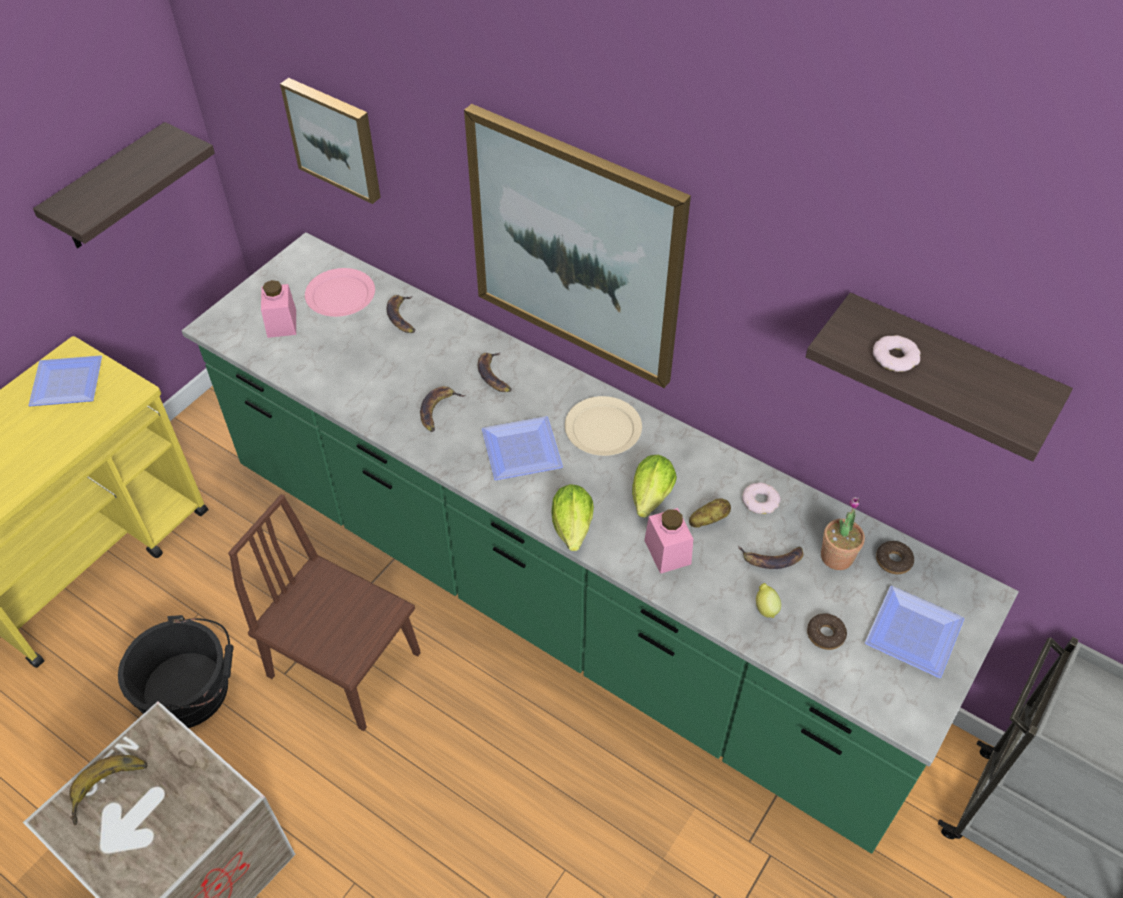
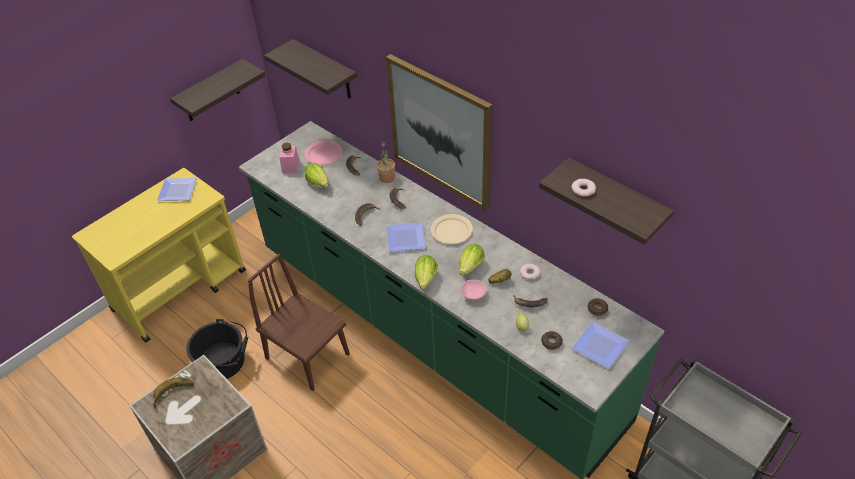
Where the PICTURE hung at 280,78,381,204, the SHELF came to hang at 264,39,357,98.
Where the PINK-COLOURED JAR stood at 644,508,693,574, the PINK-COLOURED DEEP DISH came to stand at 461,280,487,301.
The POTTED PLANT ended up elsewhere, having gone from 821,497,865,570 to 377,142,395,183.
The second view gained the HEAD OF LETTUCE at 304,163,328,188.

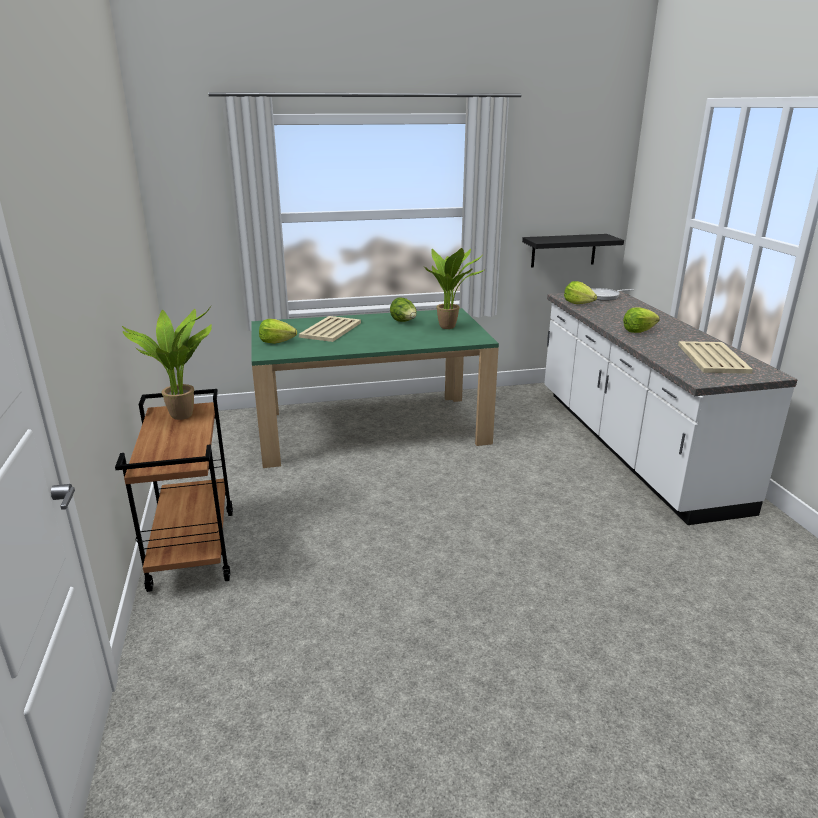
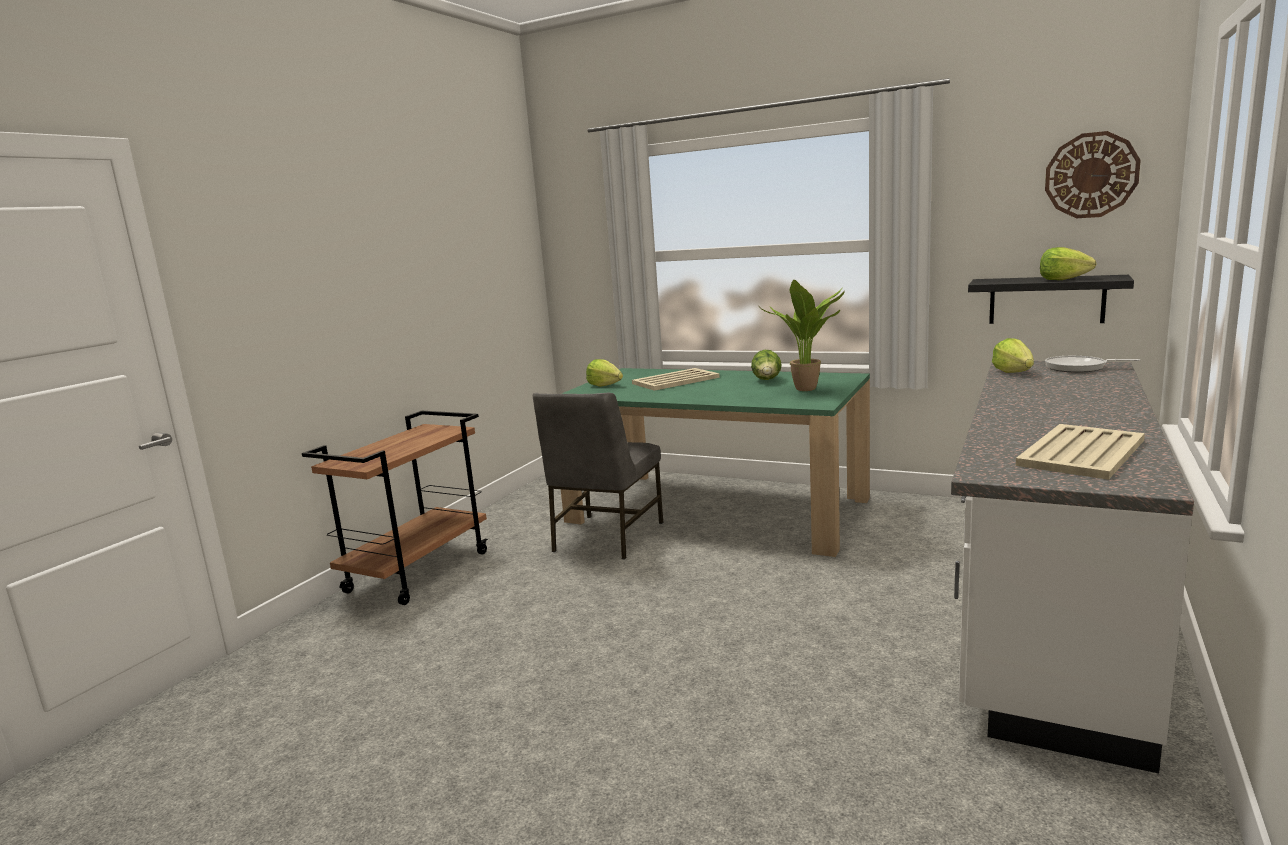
The second view lost the POTTED PLANT at 122,306,212,420.
The HEAD OF LETTUCE ended up elsewhere, having gone from 623,308,660,333 to 1040,247,1096,280.
The second view gained the GREY PLAIN CHAIR at 533,393,663,559.
The second view gained the HANGING CLOCK at 1045,131,1141,218.

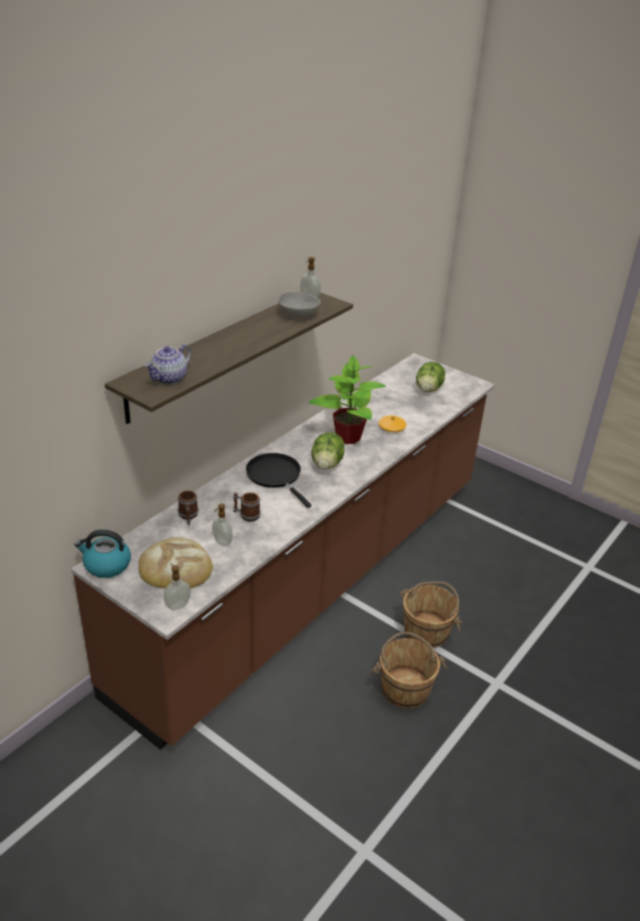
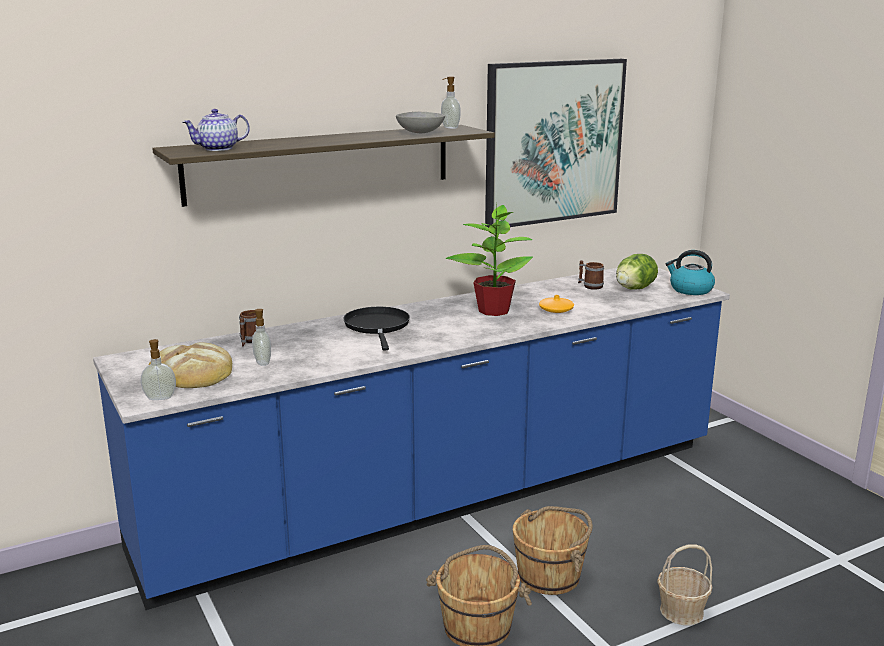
What was the BROWNISH COUNTER at 71,353,495,750 turned into the BLUISH COUNTER at 93,268,730,610.
The TEA KETTLE ended up elsewhere, having gone from 74,530,131,578 to 666,250,715,295.
The COFFEE MUG ended up elsewhere, having gone from 233,492,261,522 to 578,260,604,290.
The second view lost the HEAD OF LETTUCE at 311,432,344,470.
The second view gained the PICTURE at 485,59,627,228.
The second view gained the HOUSEHOLD BASKET at 657,545,712,625.

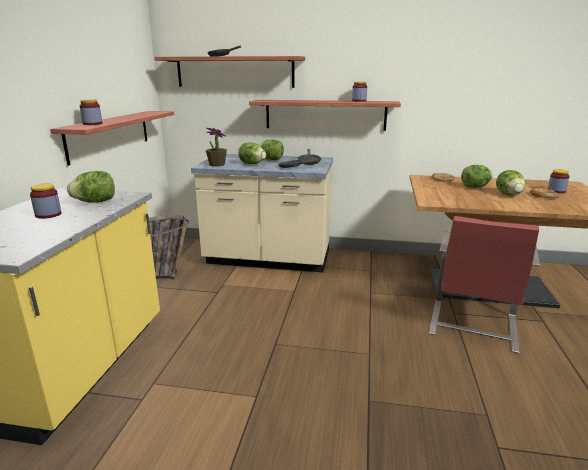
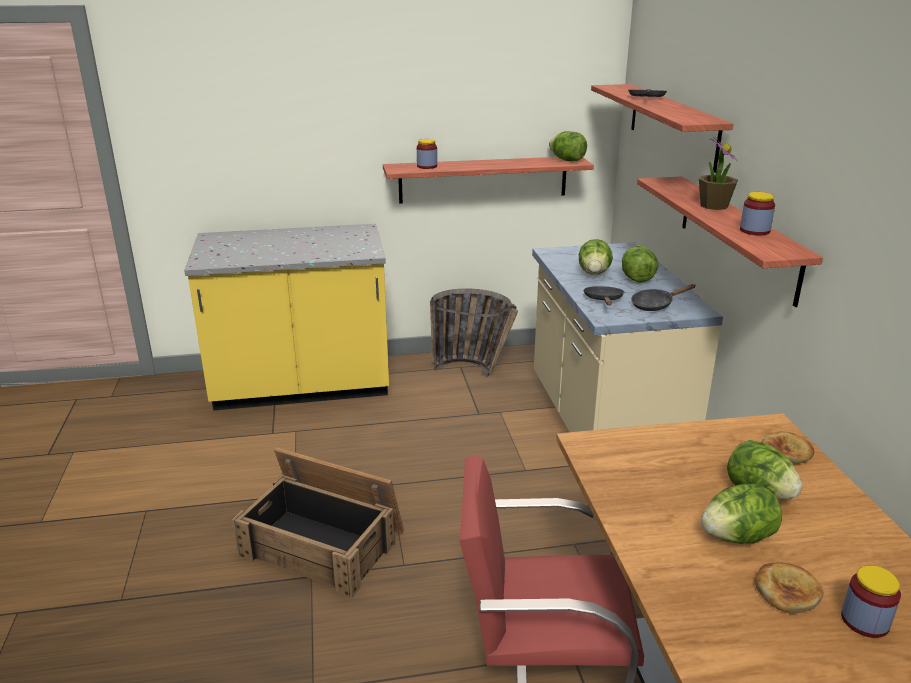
The second view lost the JAR at 30,183,61,219.
The HEAD OF LETTUCE ended up elsewhere, having gone from 67,171,115,203 to 549,131,587,161.
The POTTED PLANT ended up elsewhere, having gone from 206,128,227,167 to 699,138,738,210.
The second view gained the PACKING CRATE at 232,447,404,597.

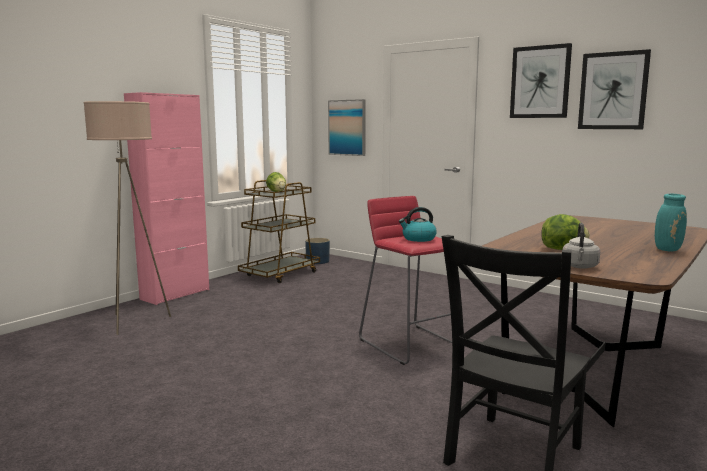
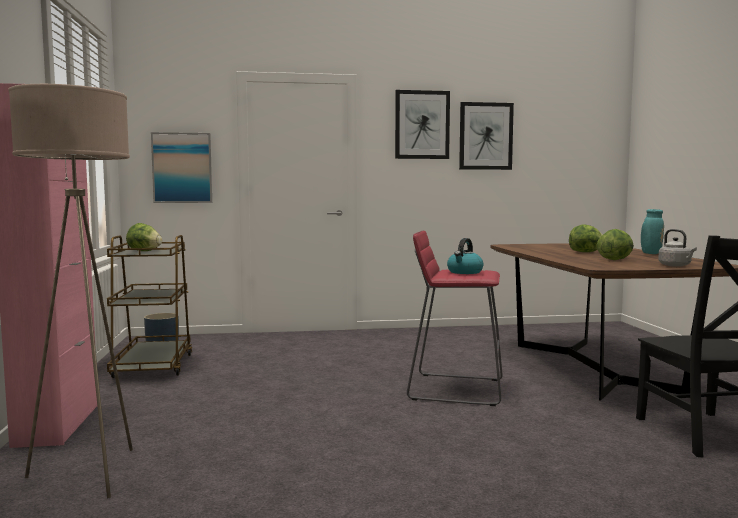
The second view gained the HEAD OF LETTUCE at 569,225,603,252.

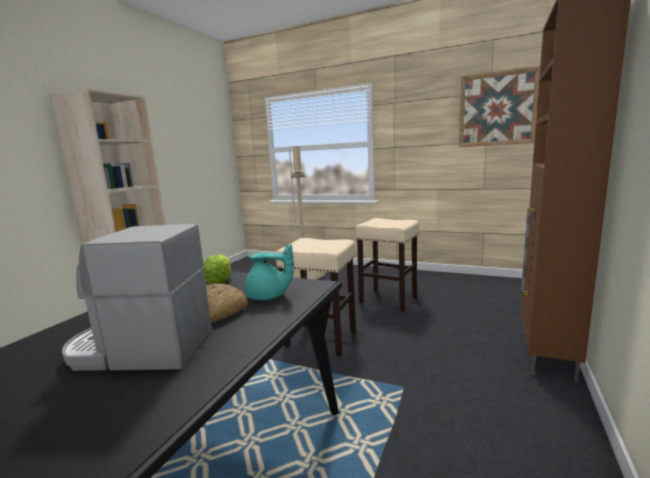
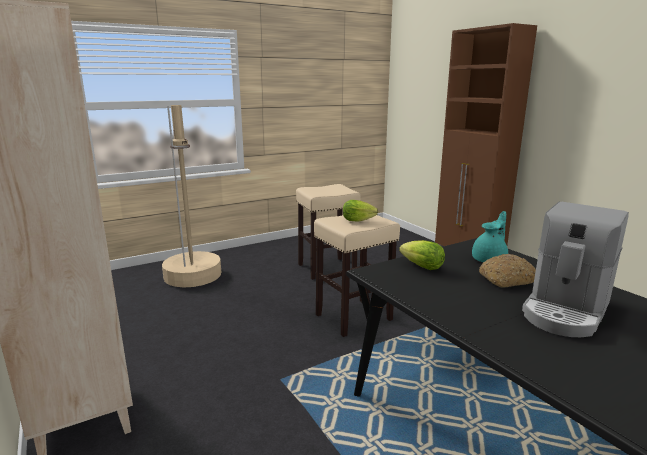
The second view lost the PICTURE at 459,66,540,147.
The second view gained the HEAD OF LETTUCE at 343,200,378,222.

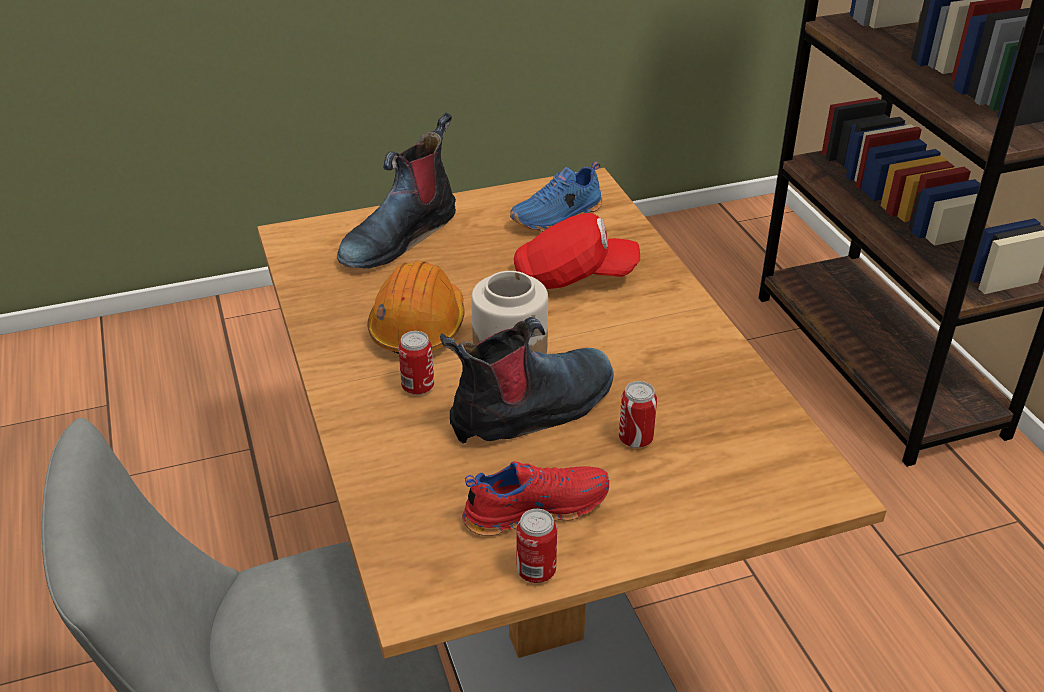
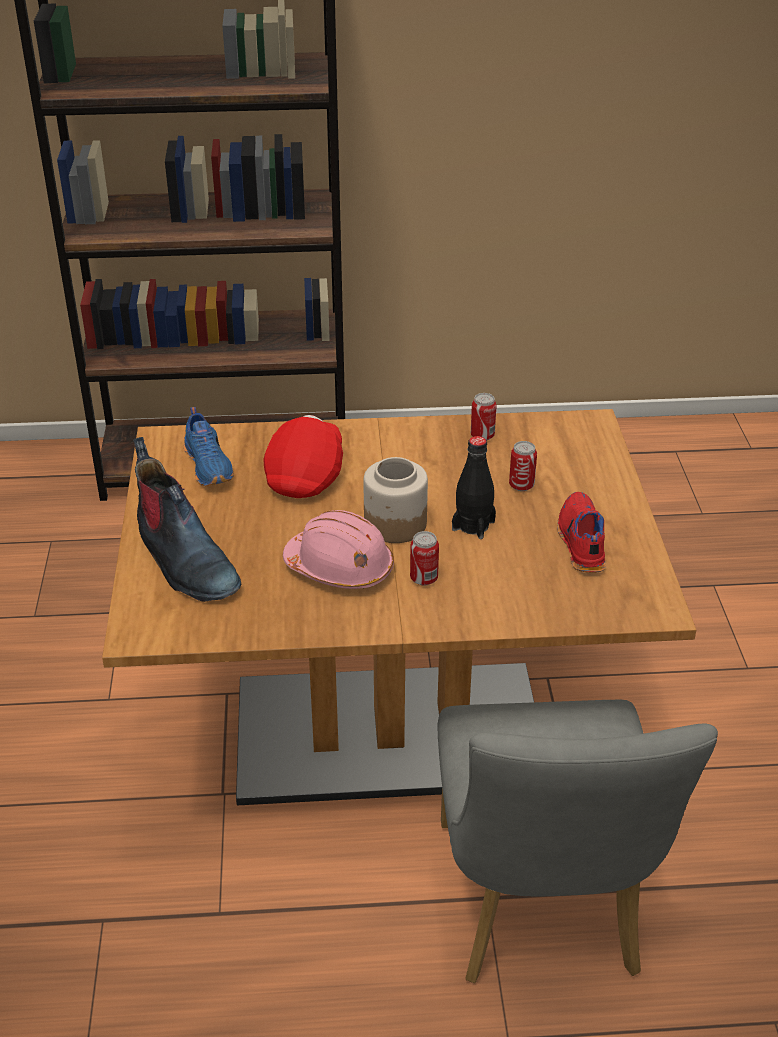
What was the ORANGE-COLOURED SAFETY HELMET at 367,261,465,354 turned into the PINK-COLOURED SAFETY HELMET at 283,510,394,589.
Where the HIGH-TOP BOOT stood at 440,317,613,444, the BLACK BEVERAGE BOTTLE came to stand at 452,436,496,539.
The CAN ended up elsewhere, having gone from 516,509,557,583 to 471,393,497,440.

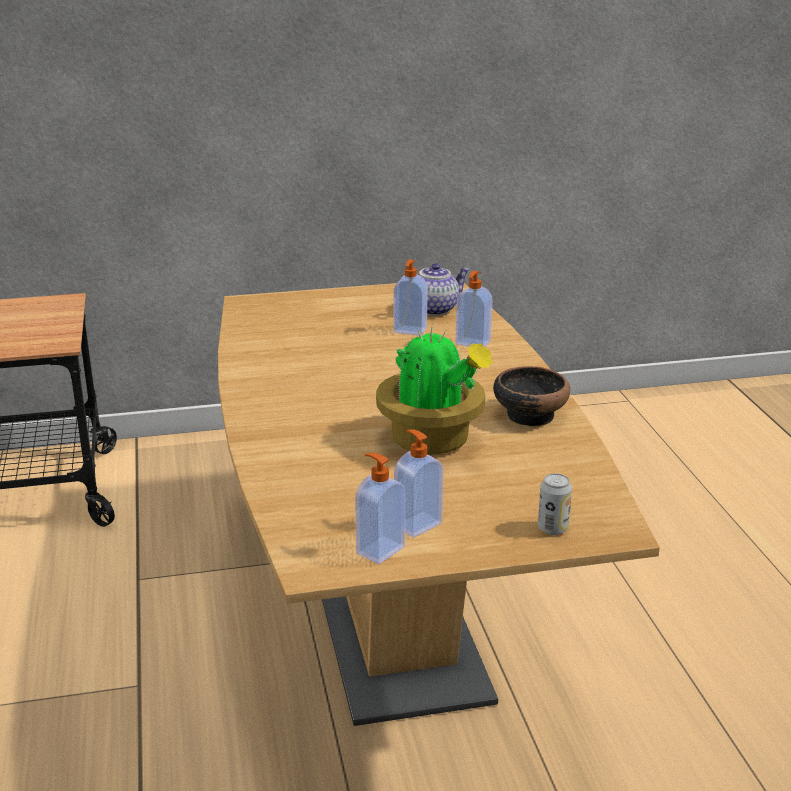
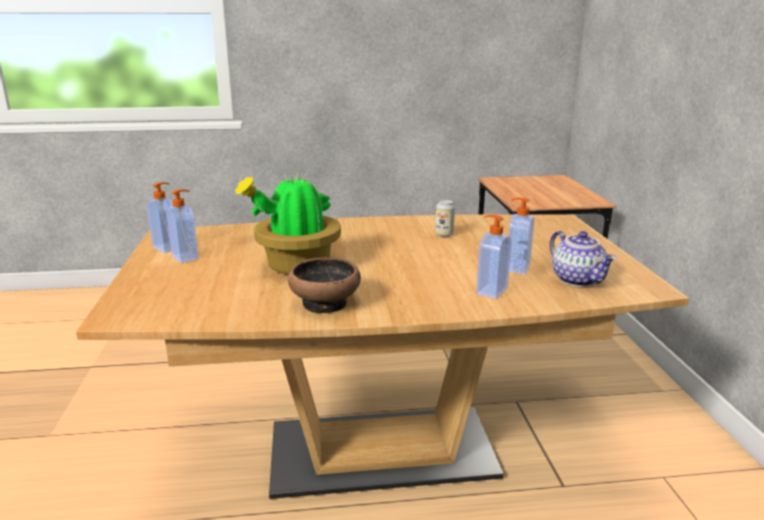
The CAN ended up elsewhere, having gone from 538,473,572,535 to 435,200,455,237.

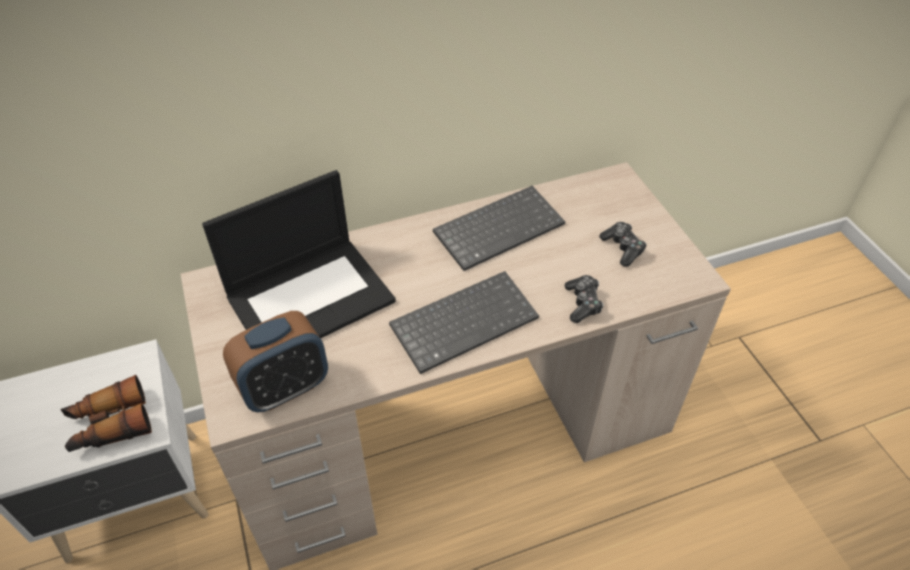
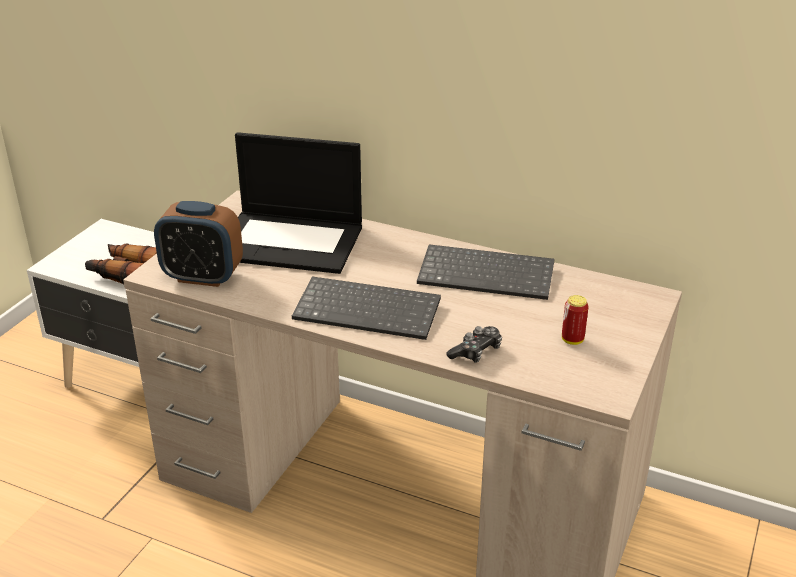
Where the GAMEPAD stood at 599,222,647,267, the CAN came to stand at 562,295,589,345.

